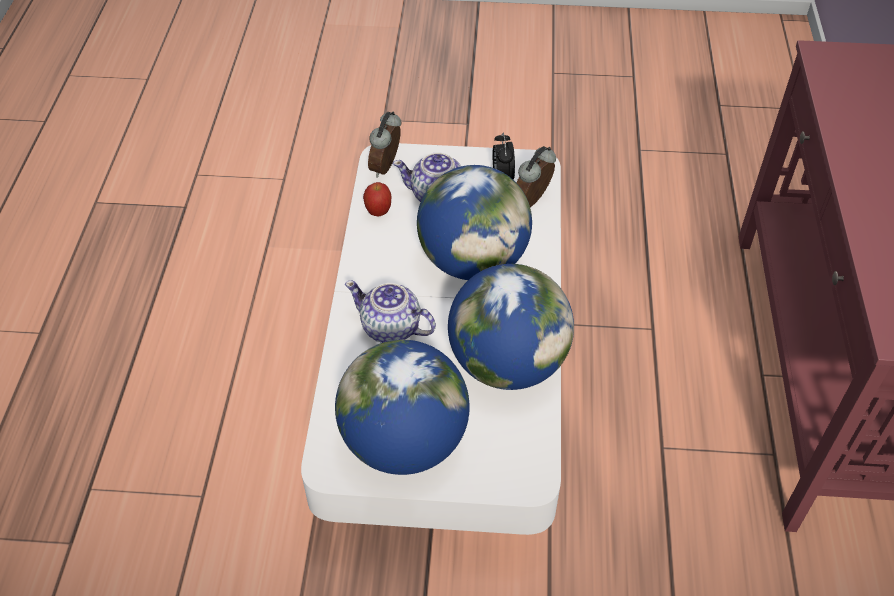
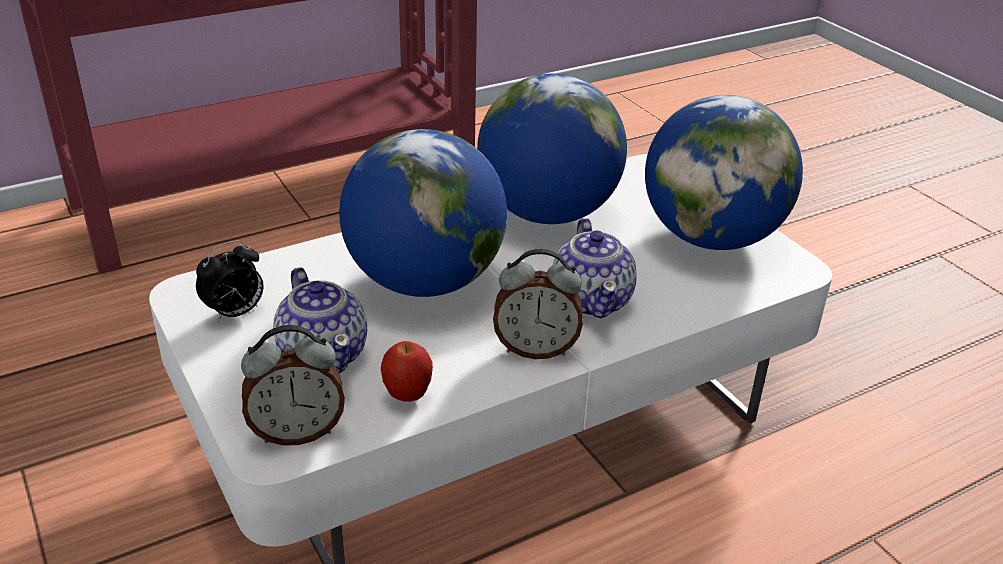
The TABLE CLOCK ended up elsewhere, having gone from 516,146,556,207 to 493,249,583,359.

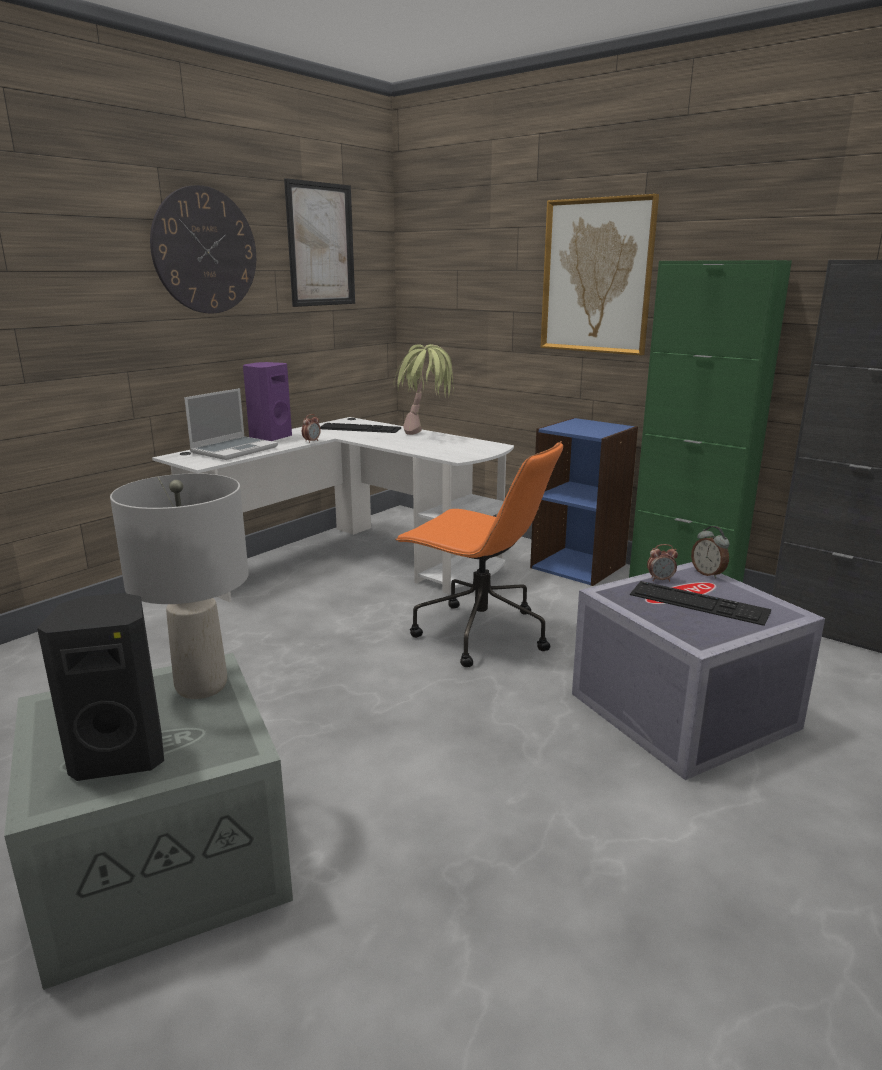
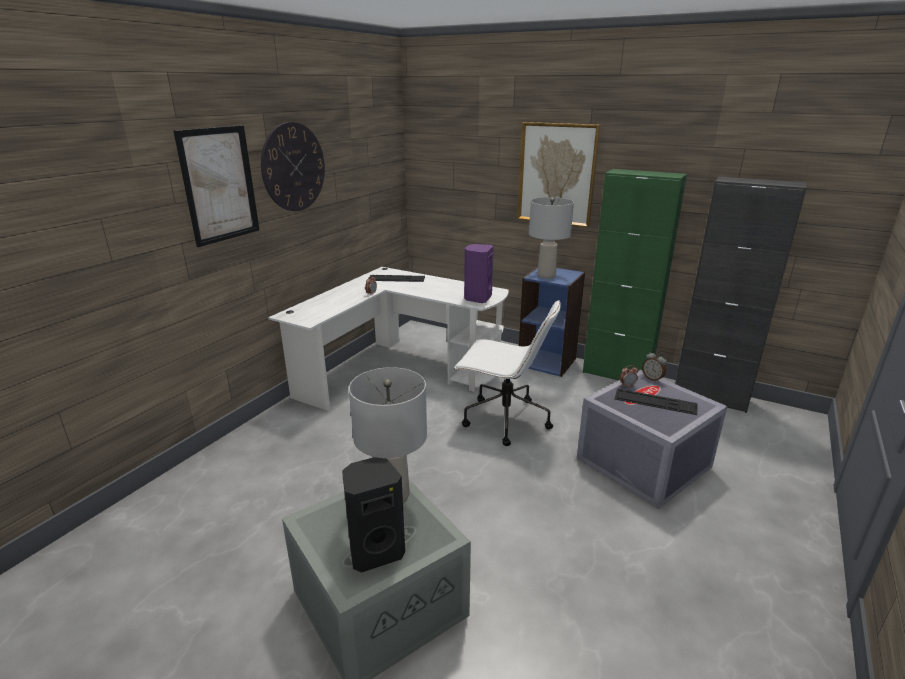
The second view lost the NOTEBOOK COMPUTER at 184,388,278,460.
The PURPLISH SPEAKER ended up elsewhere, having gone from 243,362,292,441 to 464,244,494,303.
The PICTURE ended up elsewhere, having gone from 284,178,355,307 to 173,125,260,247.
The second view lost the POTTED PLANT at 394,344,454,435.
What was the ORANGE-COLOURED OFFICE CHAIR at 395,441,563,667 turned into the WHITISH OFFICE CHAIR at 454,300,561,446.
The second view gained the GREY LAMP FOR A TABLE at 529,197,574,279.

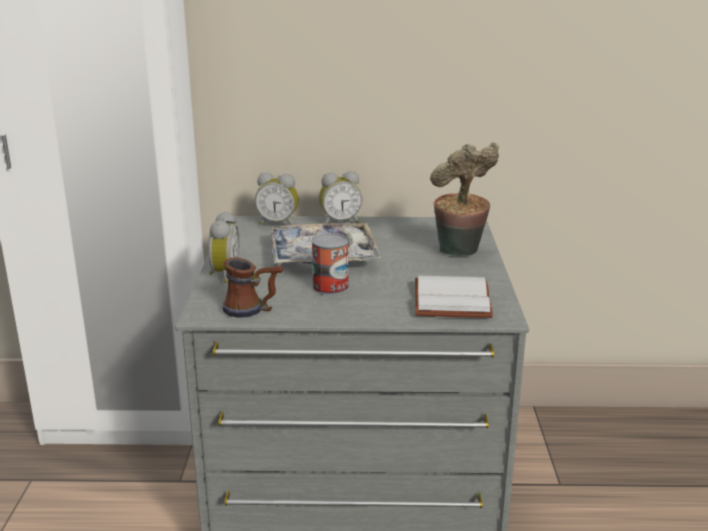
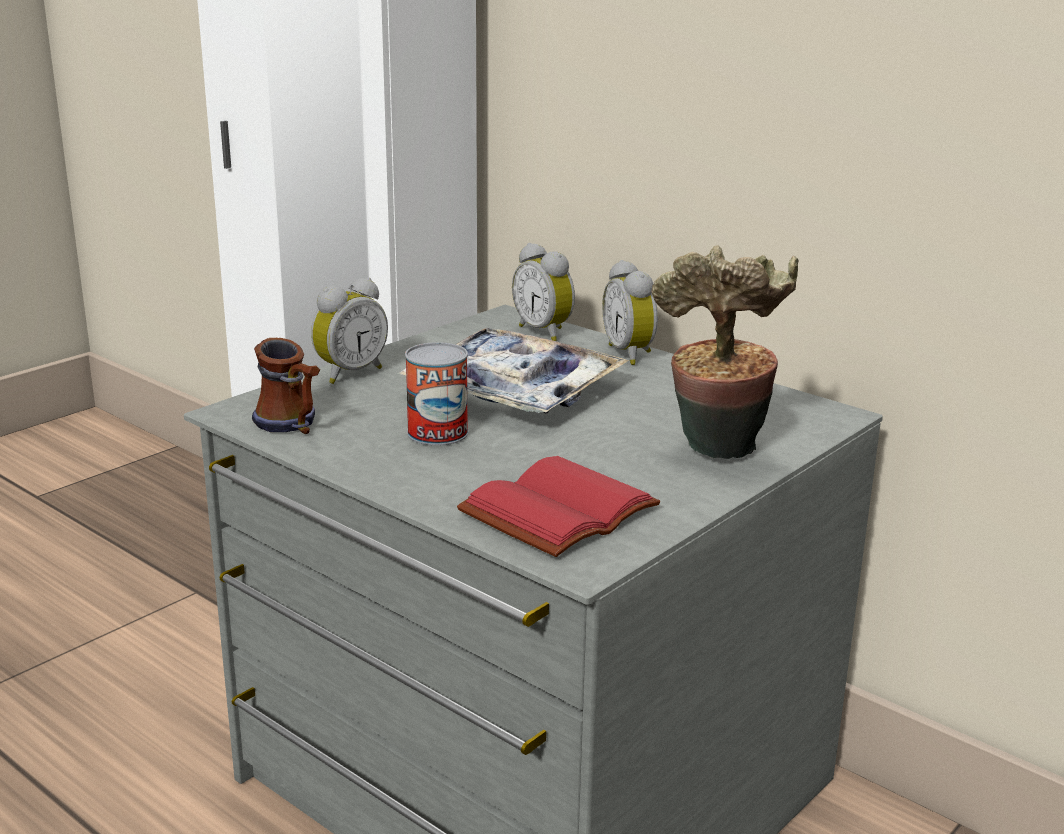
The TABLE CLOCK at 319,171,362,223 ended up facing another way, 45 degrees clockwise from before.
What was the WHITISH VOLUME at 415,276,493,318 turned into the RED-COLOURED VOLUME at 457,456,660,557.

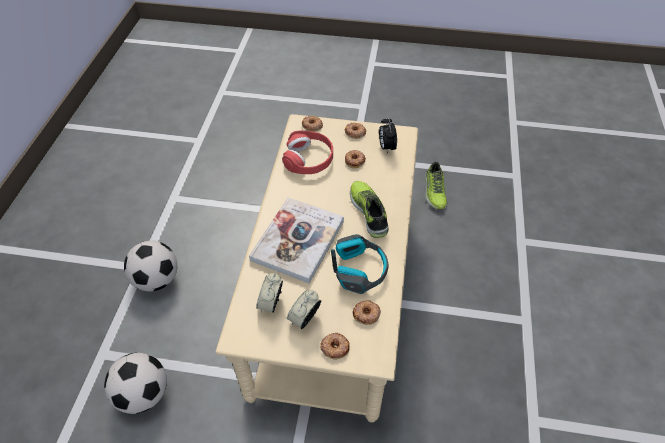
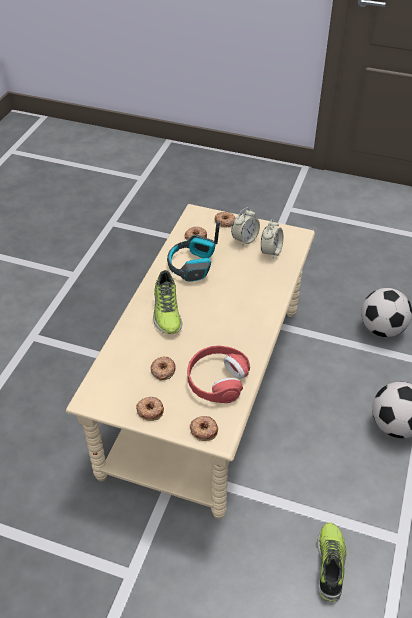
The second view lost the VOLUME at 249,197,344,283.
The second view lost the TABLE CLOCK at 379,117,397,154.
The LOW SHOE ended up elsewhere, having gone from 425,162,447,209 to 317,522,347,602.

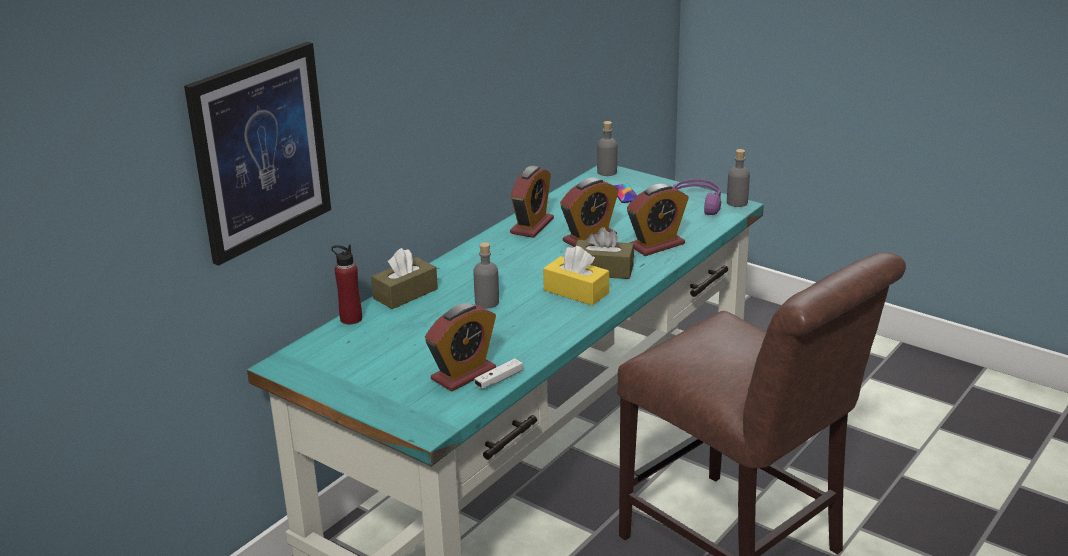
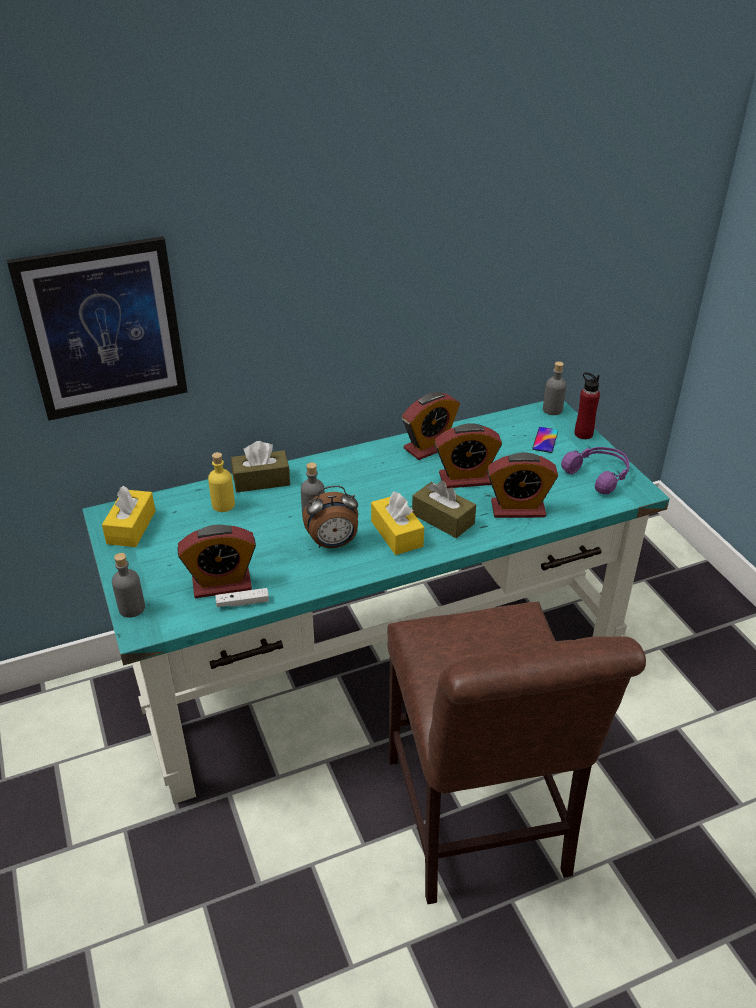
The RED-COLOURED BEVERAGE BOTTLE ended up elsewhere, having gone from 332,244,362,324 to 574,372,600,439.
The GREY BEVERAGE BOTTLE ended up elsewhere, having gone from 727,149,750,207 to 112,553,145,618.
The second view gained the YELLOW TISSUE BOX at 102,486,156,547.
The second view gained the YELLOW BEVERAGE BOTTLE at 208,452,235,512.
The second view gained the TABLE CLOCK at 303,486,358,548.

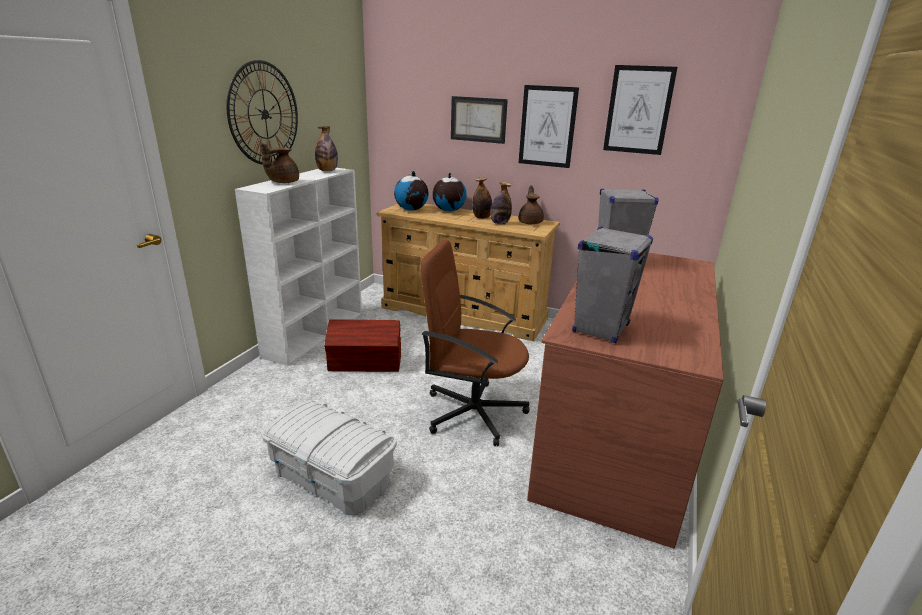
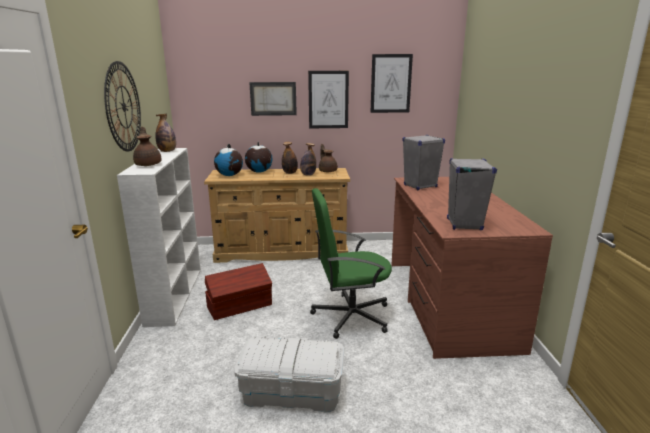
The BROWNISH TEAPOT at 261,143,299,183 ended up facing another way, 150 degrees clockwise from before.
What was the BROWNISH OFFICE CHAIR at 421,240,530,446 turned into the GREEN-COLOURED OFFICE CHAIR at 310,188,392,339.

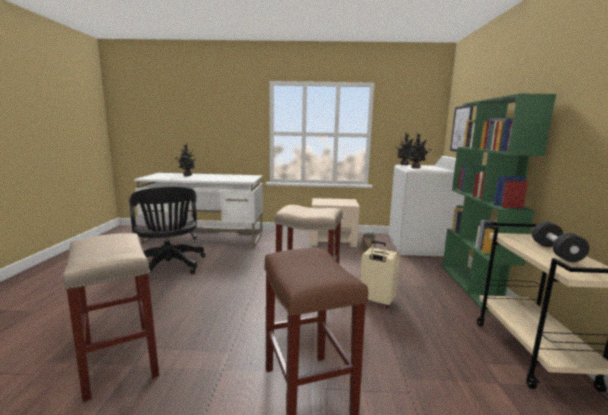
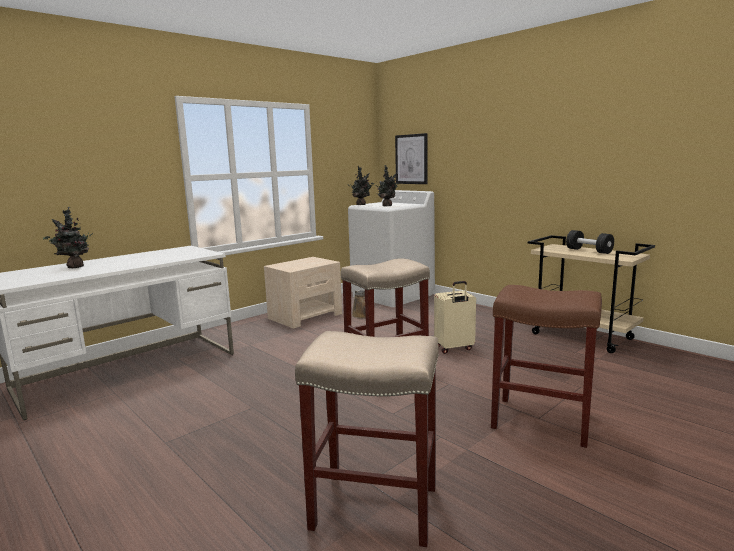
The second view lost the BLACK OFFICE CHAIR at 129,187,205,274.
The second view lost the GREEN-COLOURED BOOKCASE at 442,93,556,312.

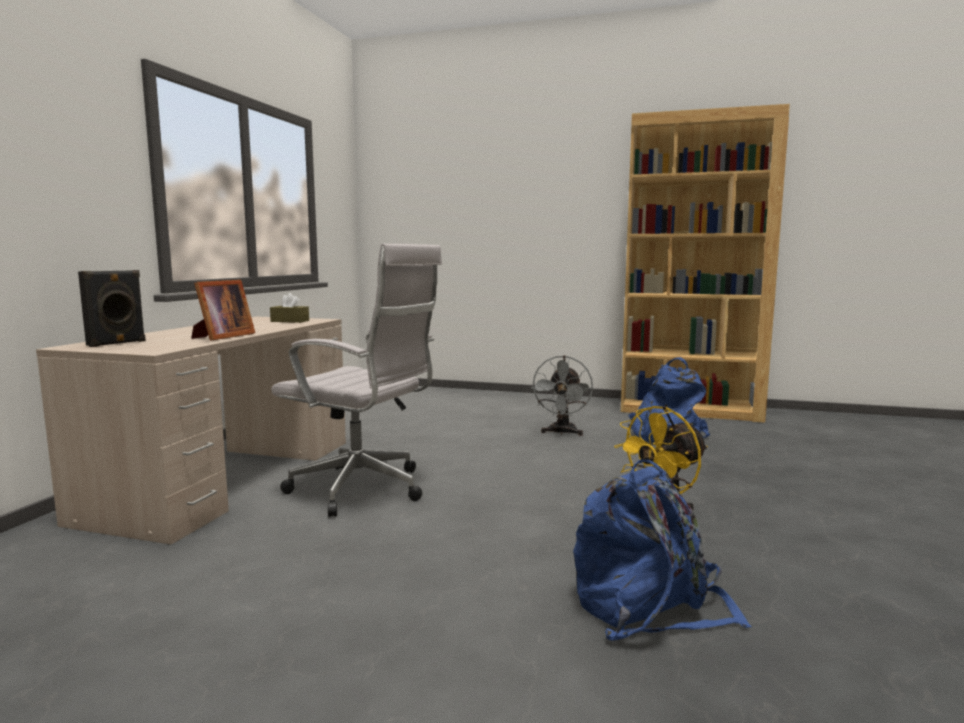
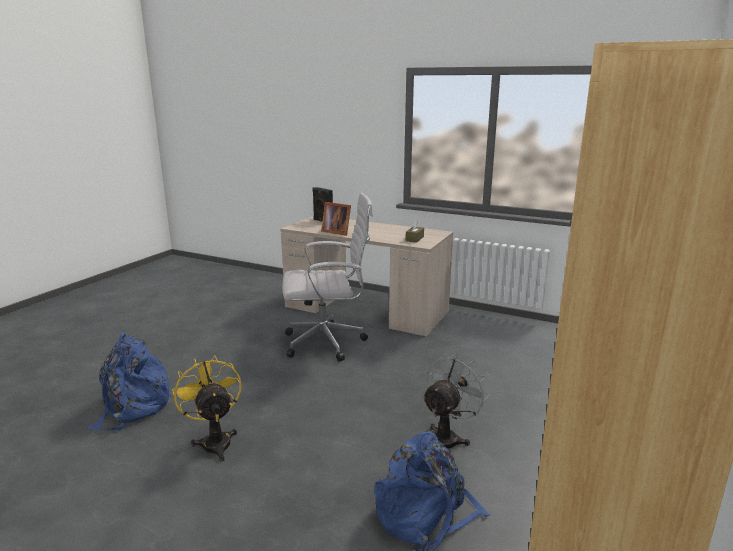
The WHITISH OFFICE CHAIR at 271,244,442,517 ended up facing another way, 135 degrees counterclockwise from before.
The GREY COOLING FAN at 531,356,593,436 ended up facing another way, 105 degrees clockwise from before.

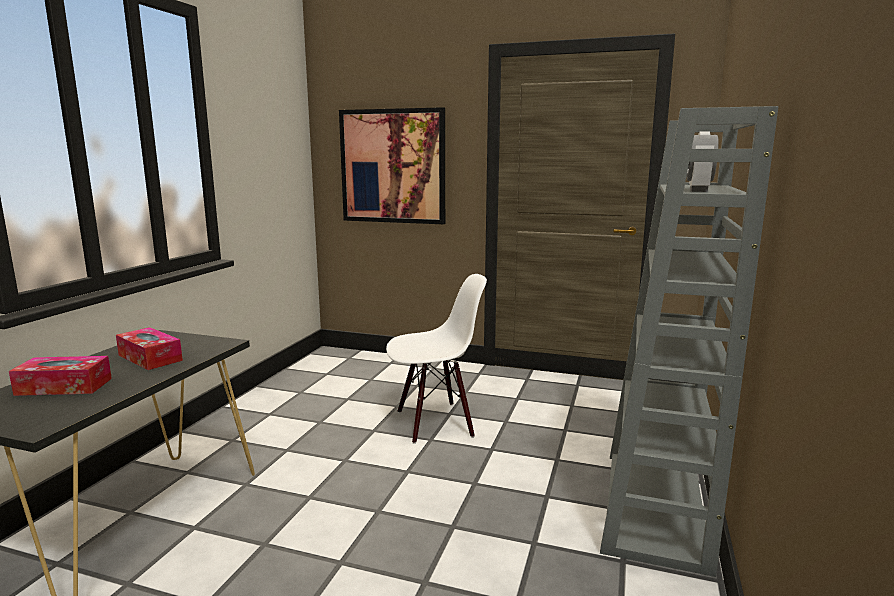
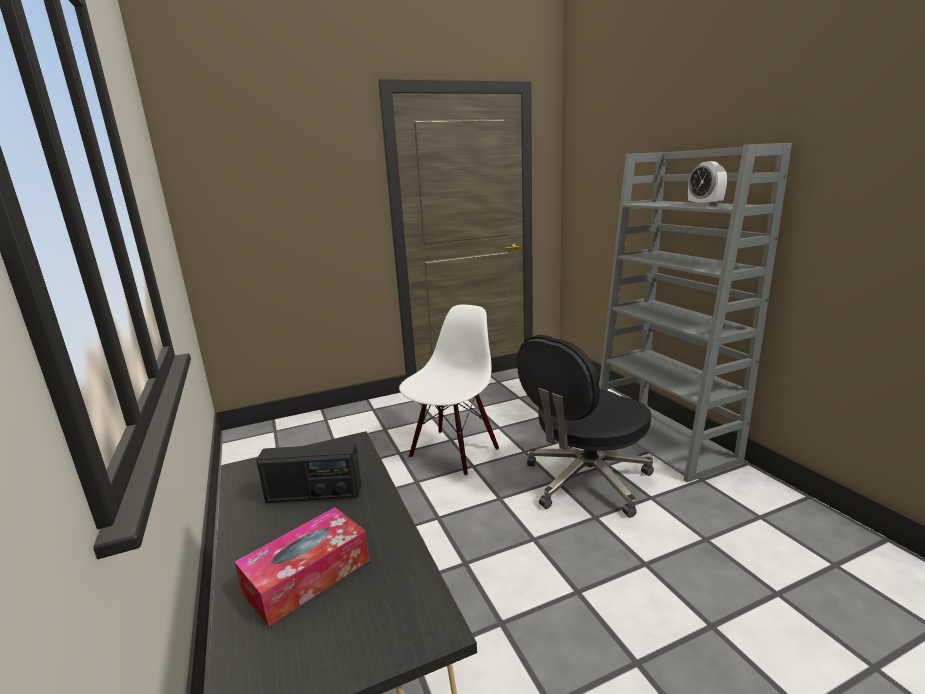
Where the TISSUE BOX stood at 116,327,183,370, the RADIO RECEIVER came to stand at 256,443,362,503.
The second view lost the PICTURE at 339,107,445,224.
The second view gained the BLACK OFFICE CHAIR at 517,335,654,518.

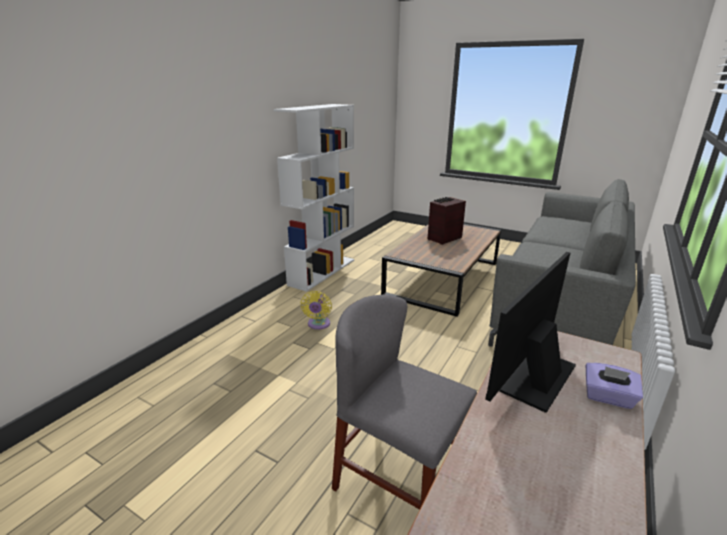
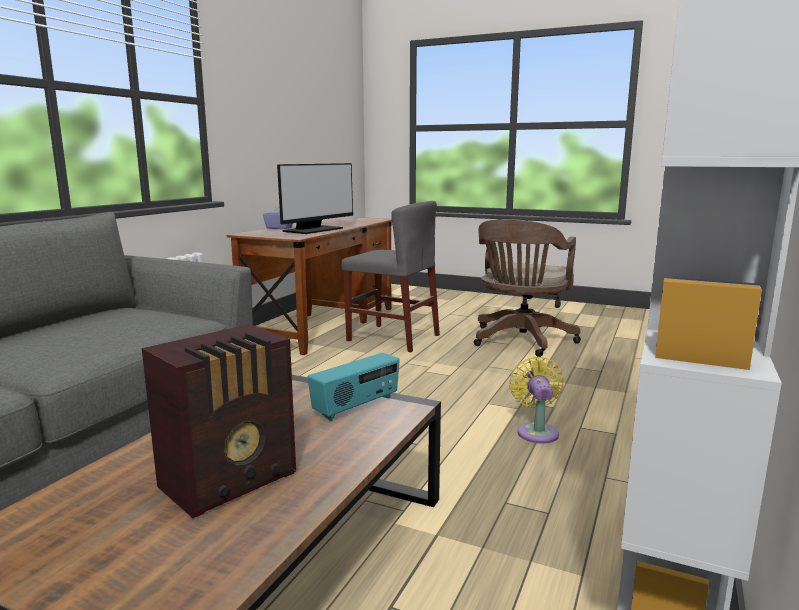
The second view gained the RADIO RECEIVER at 308,353,400,421.
The second view gained the BROWNISH OFFICE CHAIR at 474,219,581,357.

